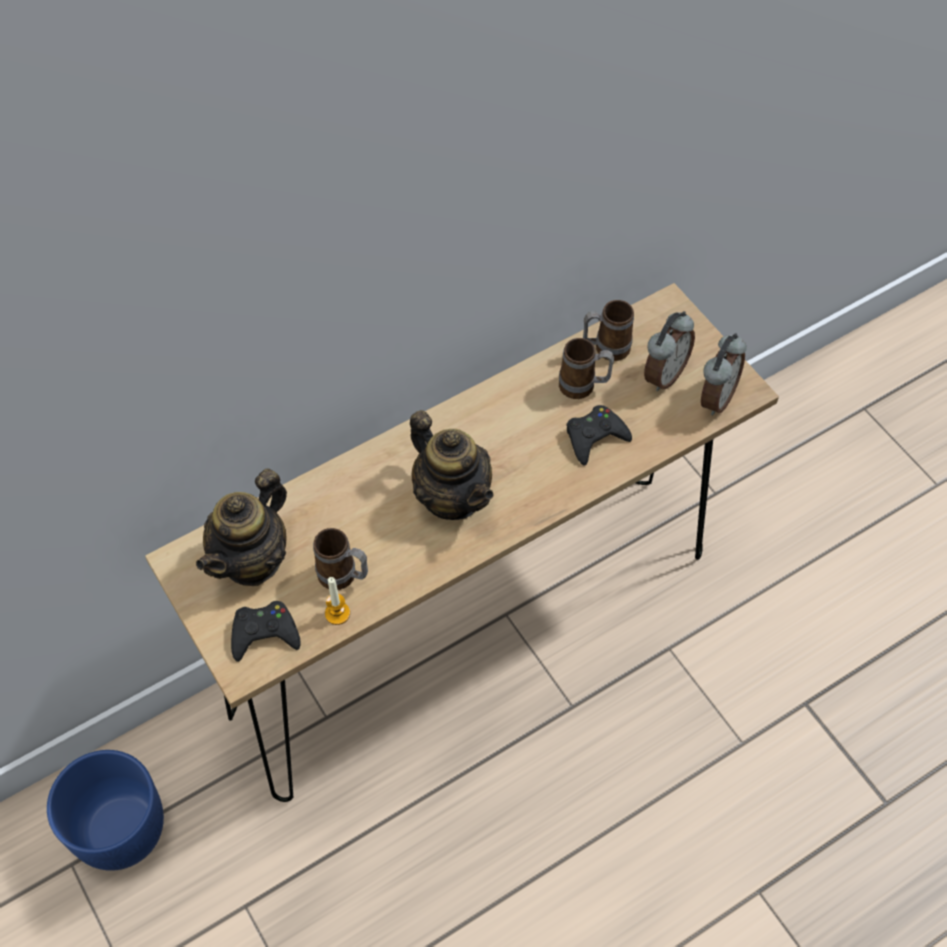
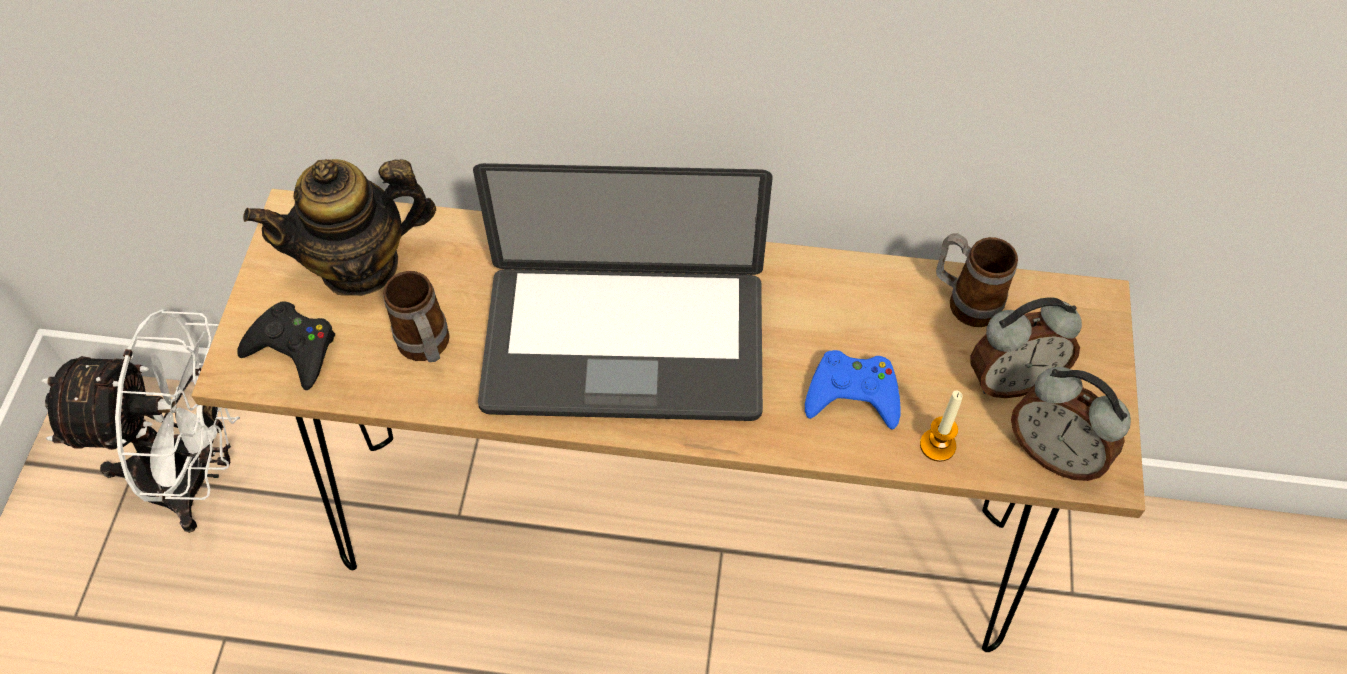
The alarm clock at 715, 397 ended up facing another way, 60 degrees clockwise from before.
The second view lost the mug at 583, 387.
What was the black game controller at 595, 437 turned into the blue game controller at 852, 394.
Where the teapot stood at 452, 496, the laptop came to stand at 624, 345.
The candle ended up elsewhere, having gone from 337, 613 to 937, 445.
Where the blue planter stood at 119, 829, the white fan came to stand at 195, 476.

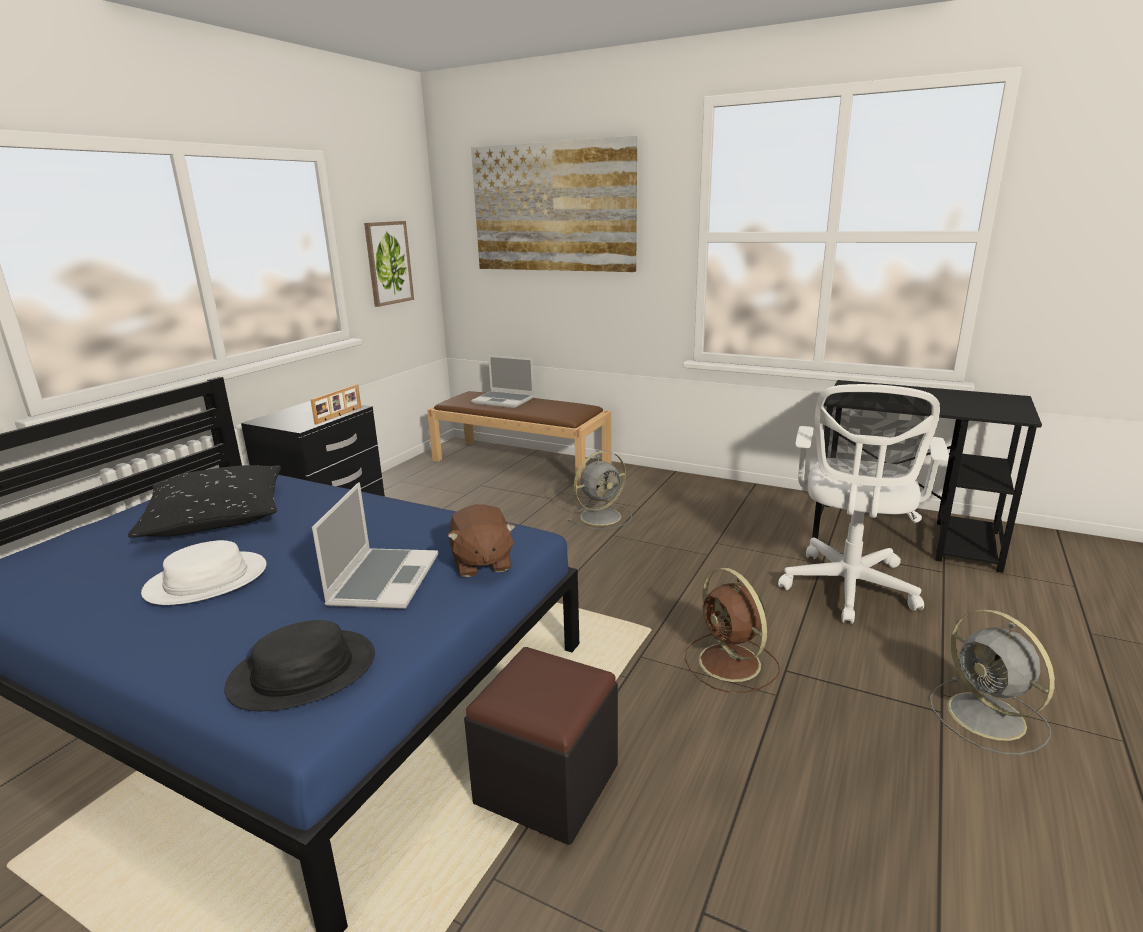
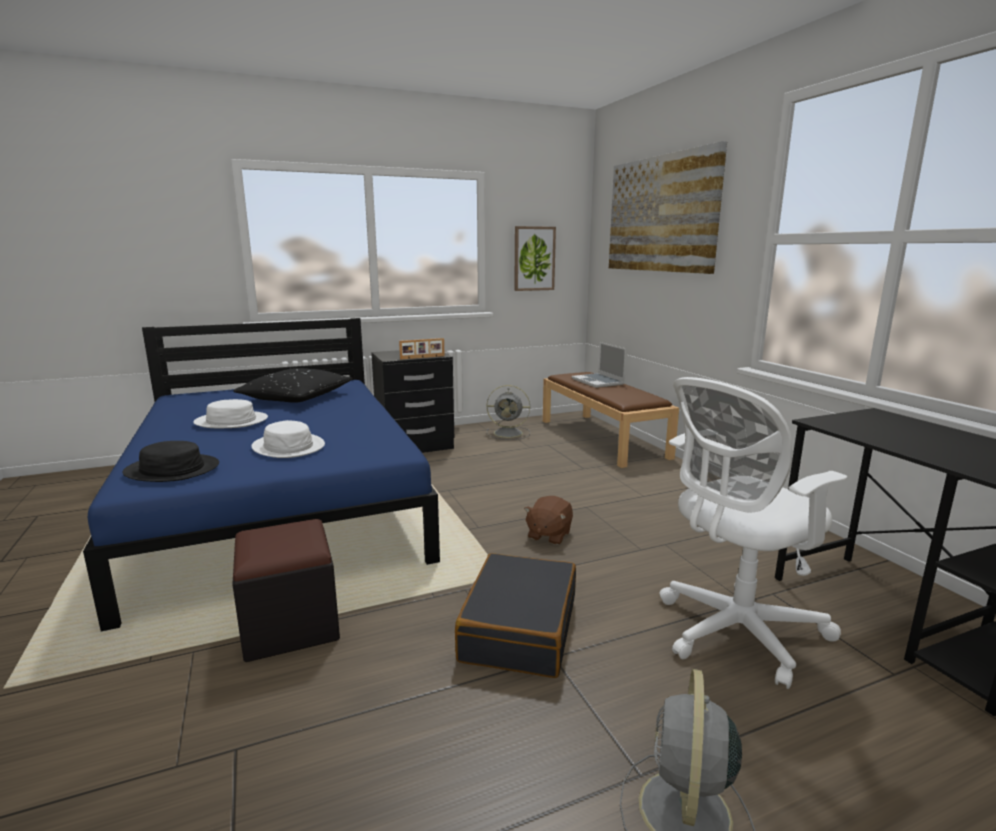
The grey fan ended up elsewhere, having gone from 602, 516 to 509, 433.
Where the laptop stood at 383, 579, the white hat came to stand at 289, 447.
The brown plush toy ended up elsewhere, having gone from 481, 563 to 548, 535.
Where the brown fan stood at 731, 664, the black suitcase came to stand at 518, 629.

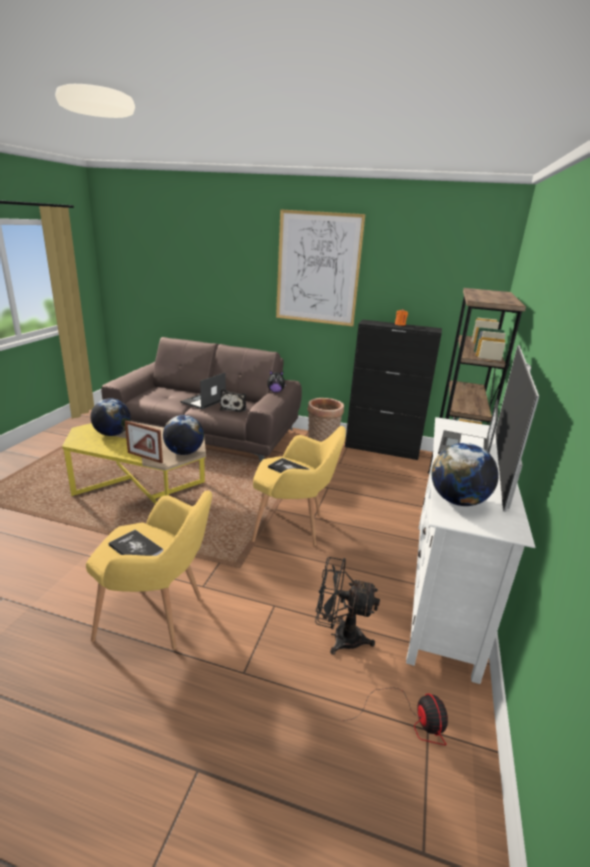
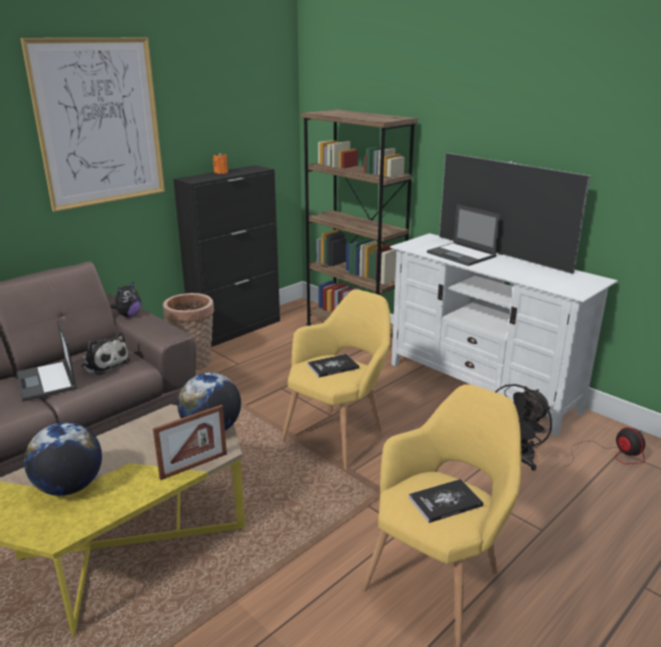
The second view lost the globe at 458, 501.
The fan at 410, 720 ended up facing another way, 45 degrees clockwise from before.

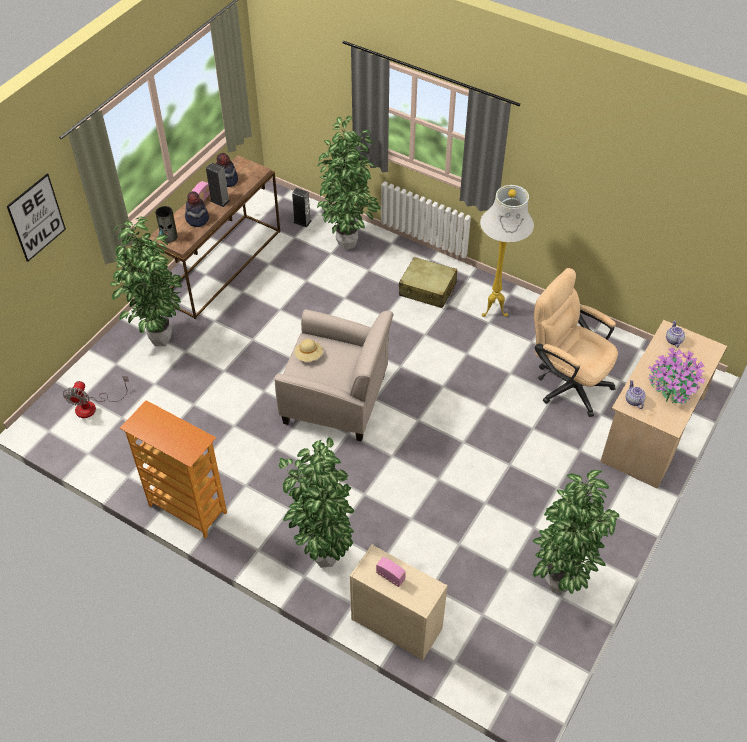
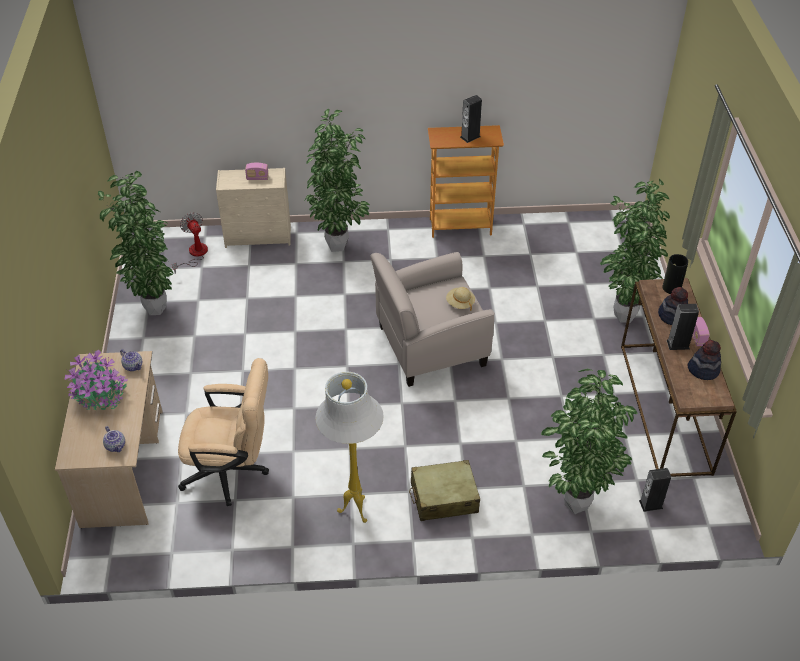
The second view lost the picture at 36, 217.
The fan ended up elsewhere, having gone from 93, 406 to 194, 254.
The second view gained the speaker at 470, 137.

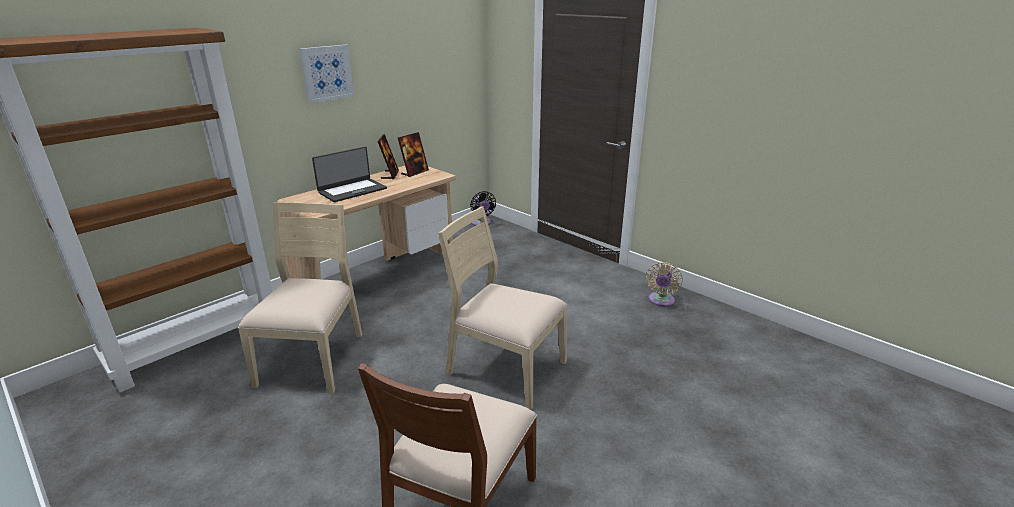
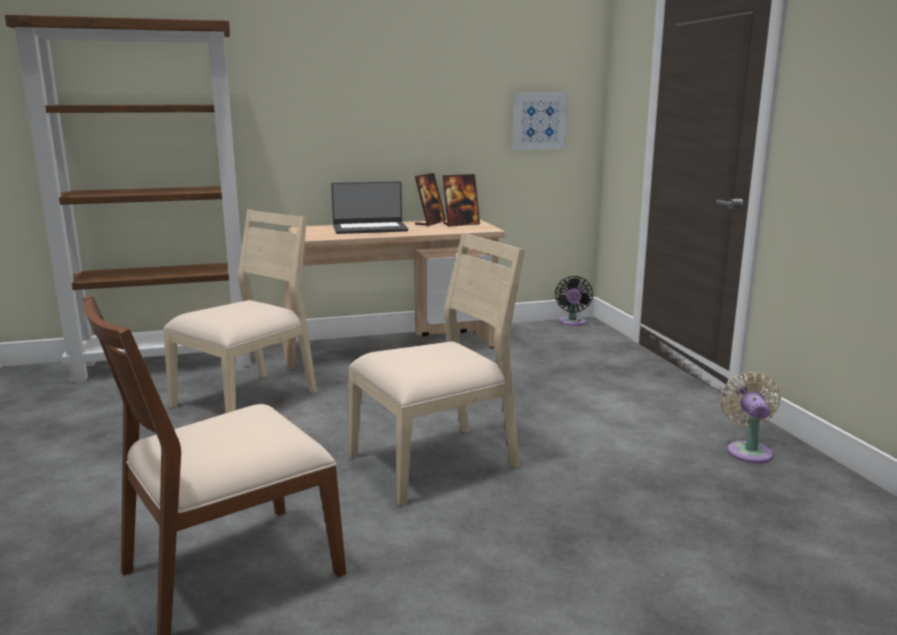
The picture ended up elsewhere, having gone from 327, 73 to 539, 121.
The beige chair at 505, 368 ended up facing another way, 90 degrees clockwise from before.
The beige fan at 661, 301 ended up facing another way, 135 degrees clockwise from before.

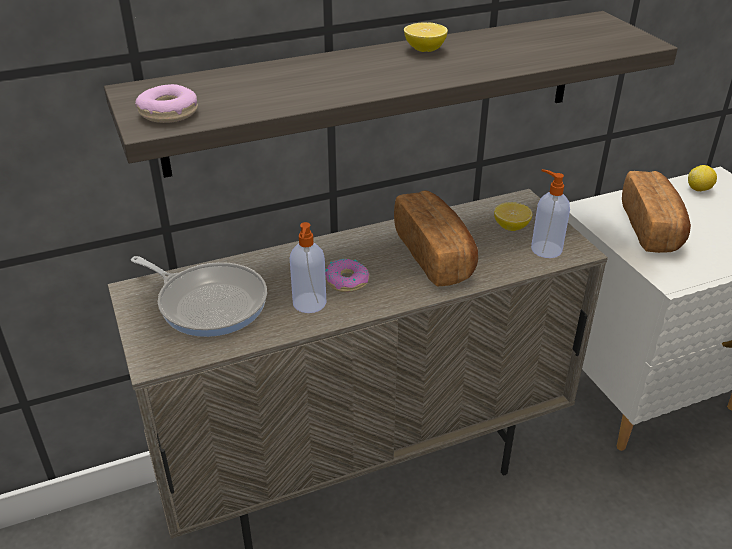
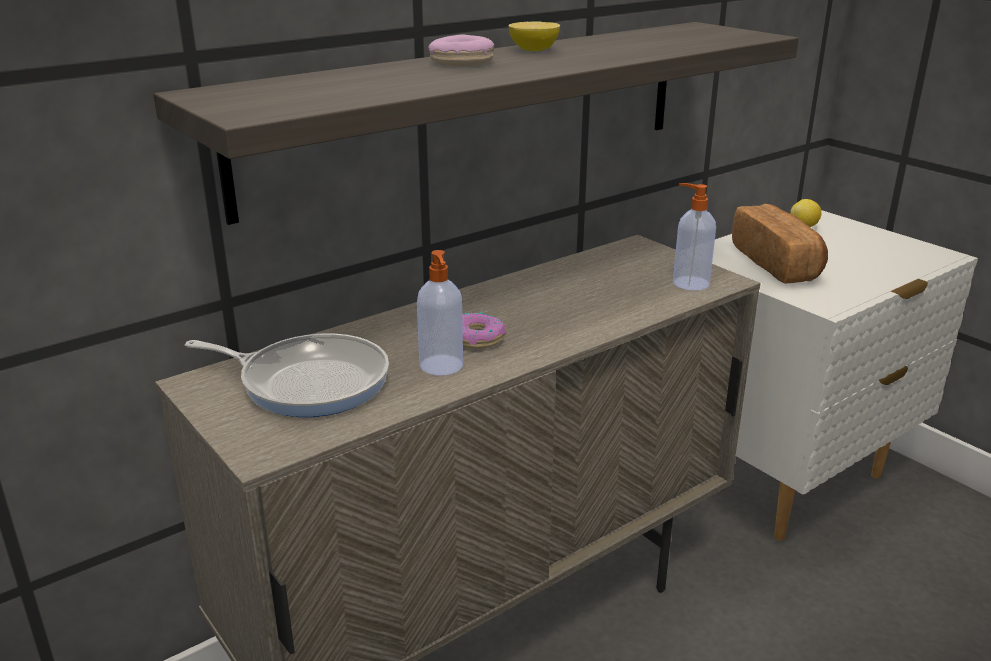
The donut ended up elsewhere, having gone from 168, 113 to 461, 62.
The second view lost the bread at 435, 255.
The second view lost the lemon at 511, 227.

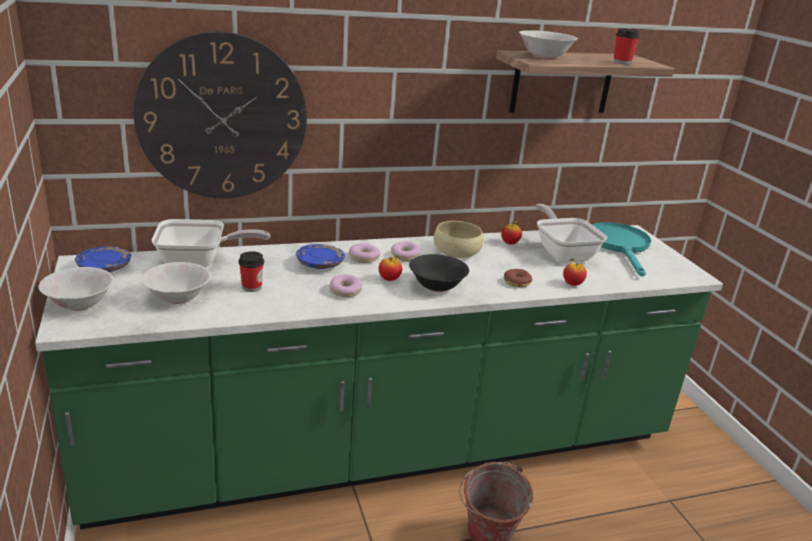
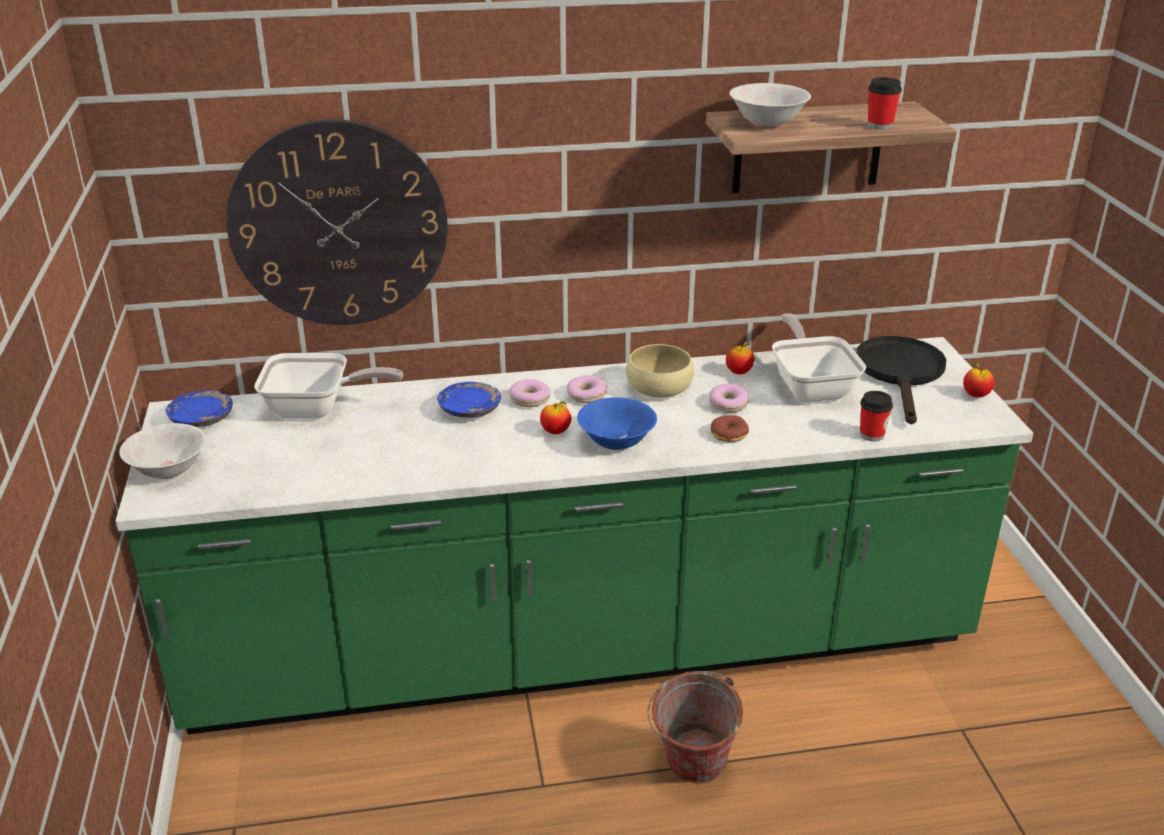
What was the turquoise frying pan at 620, 246 turned into the black frying pan at 901, 374.
The cup ended up elsewhere, having gone from 251, 287 to 871, 435.
What was the black bowl at 436, 286 turned into the blue bowl at 616, 442.
The apple ended up elsewhere, having gone from 572, 284 to 975, 395.
The second view lost the white bowl at 177, 297.
The donut ended up elsewhere, having gone from 345, 291 to 728, 404.

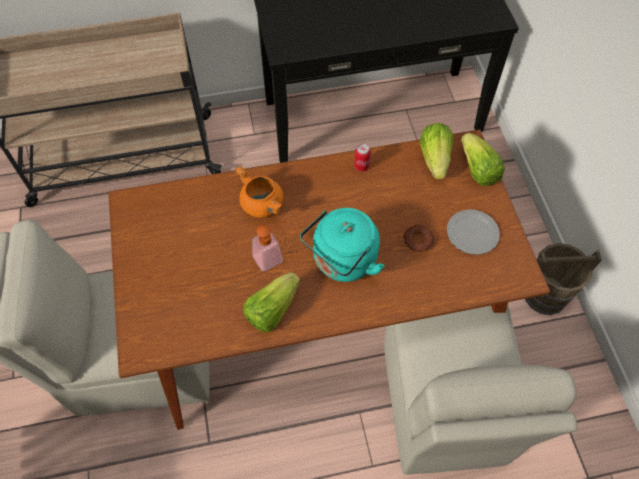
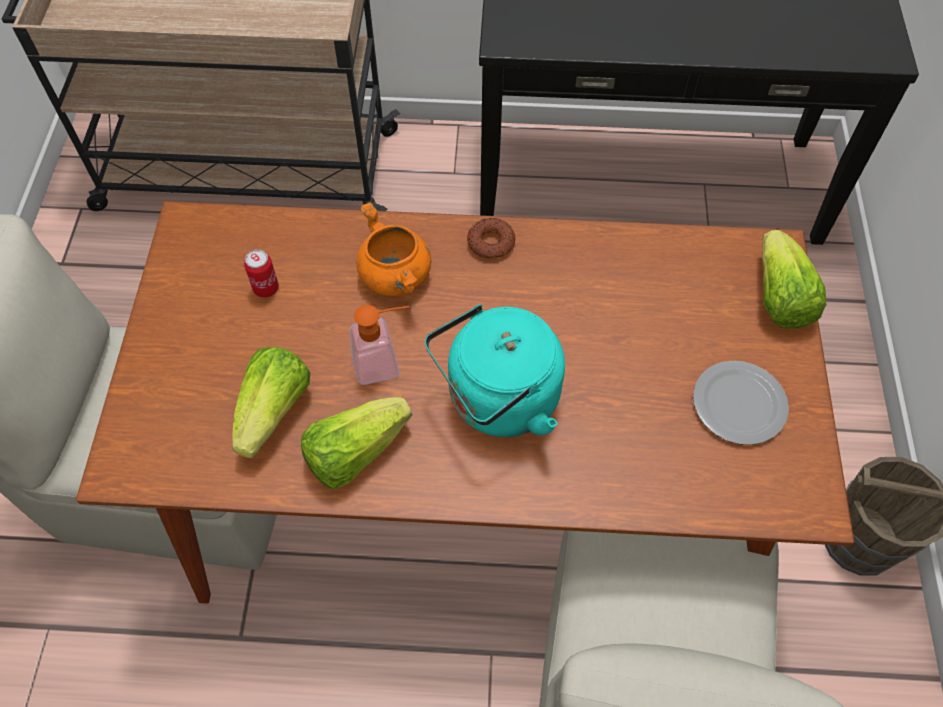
The lettuce ended up elsewhere, having gone from 435, 159 to 274, 411.
The can ended up elsewhere, having gone from 361, 166 to 266, 288.
The donut ended up elsewhere, having gone from 418, 240 to 490, 242.

